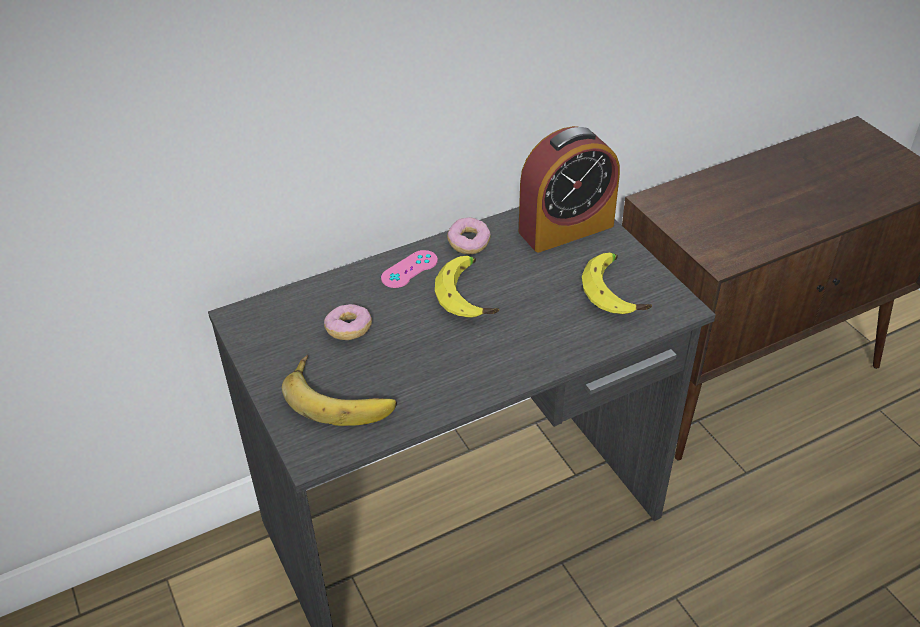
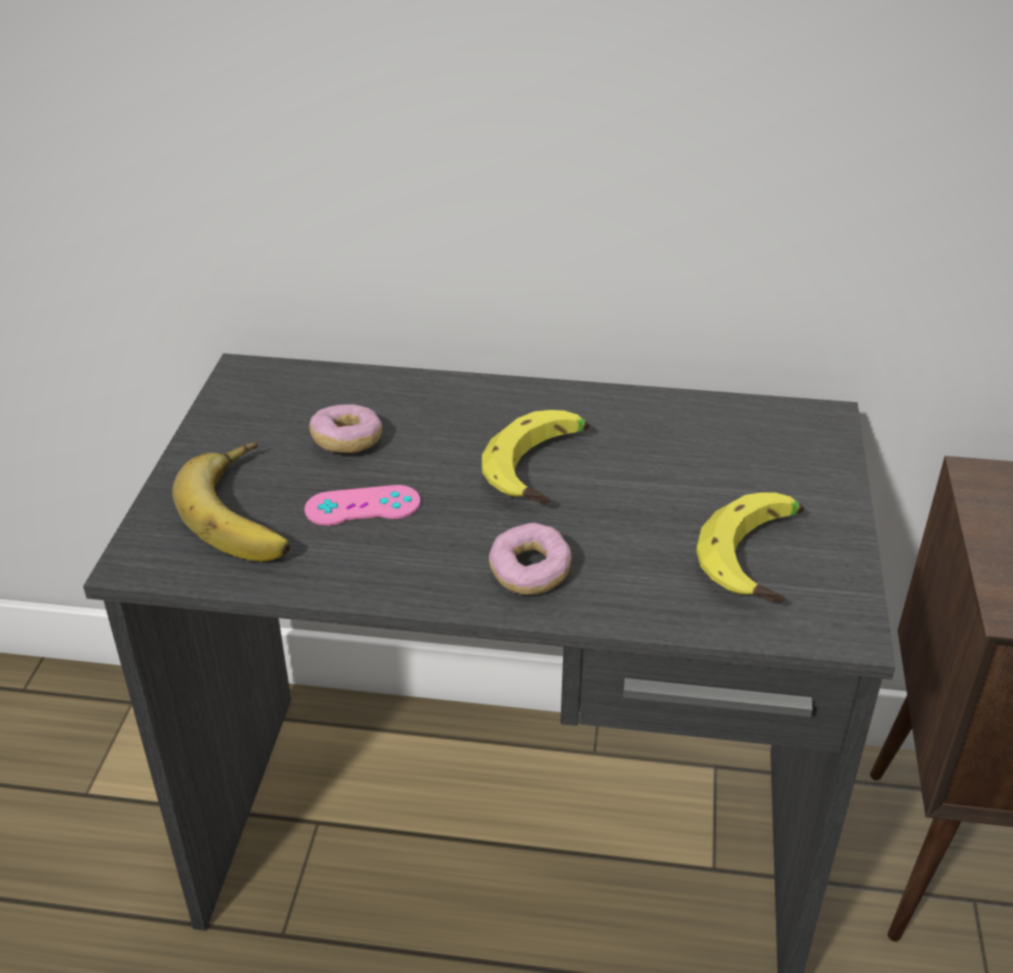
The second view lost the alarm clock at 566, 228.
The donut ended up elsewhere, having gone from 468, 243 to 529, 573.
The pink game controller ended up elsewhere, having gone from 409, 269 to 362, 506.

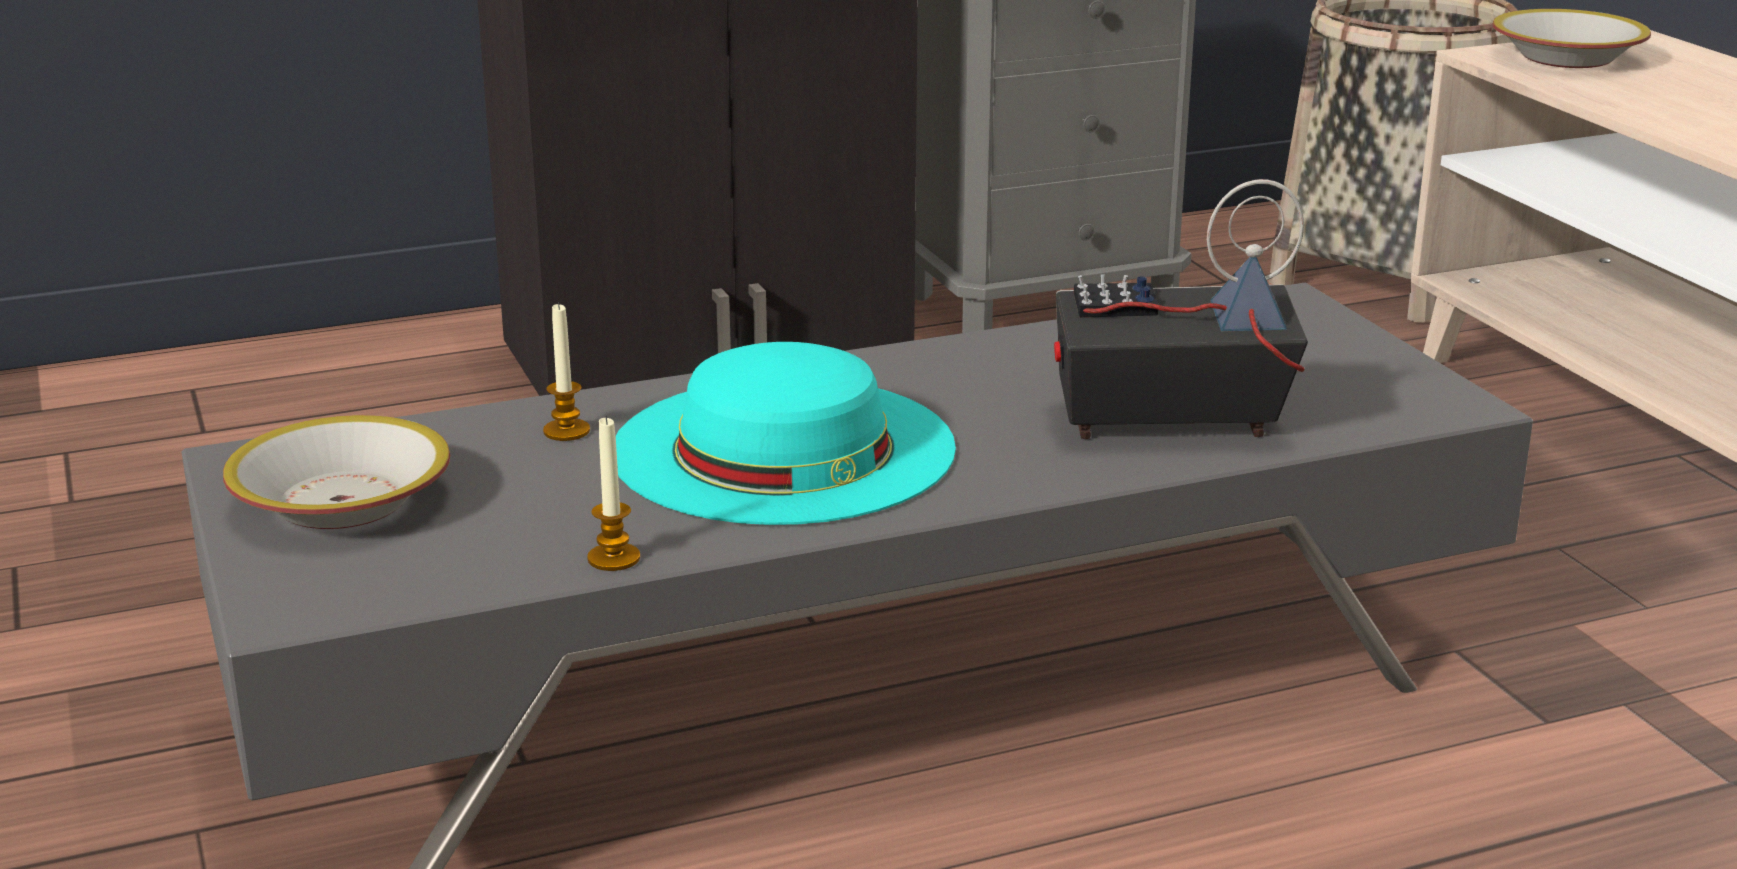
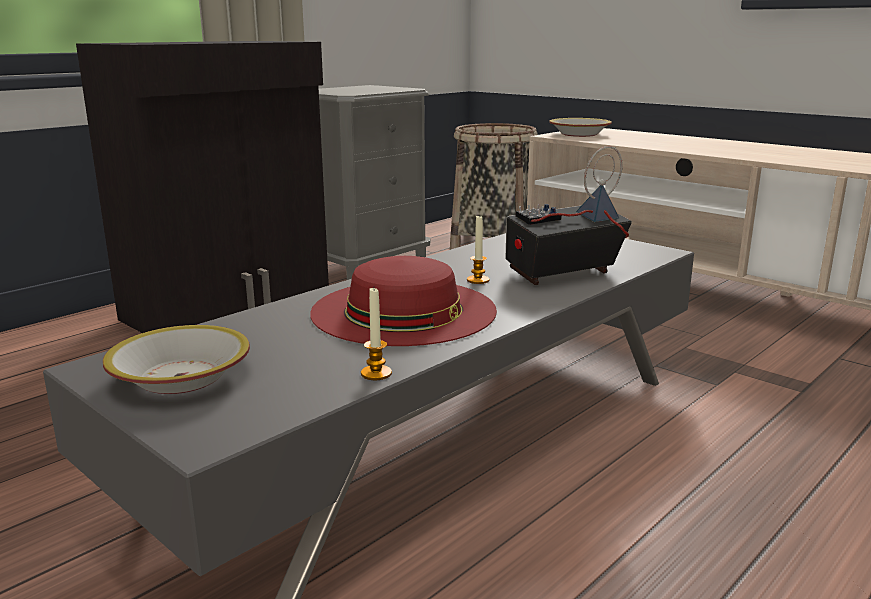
The candle ended up elsewhere, having gone from 566, 431 to 478, 280.
What was the turquoise hat at 784, 449 turned into the red hat at 404, 311.

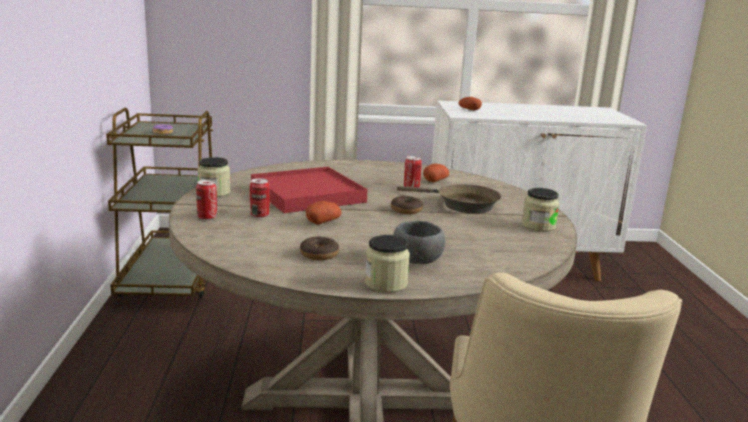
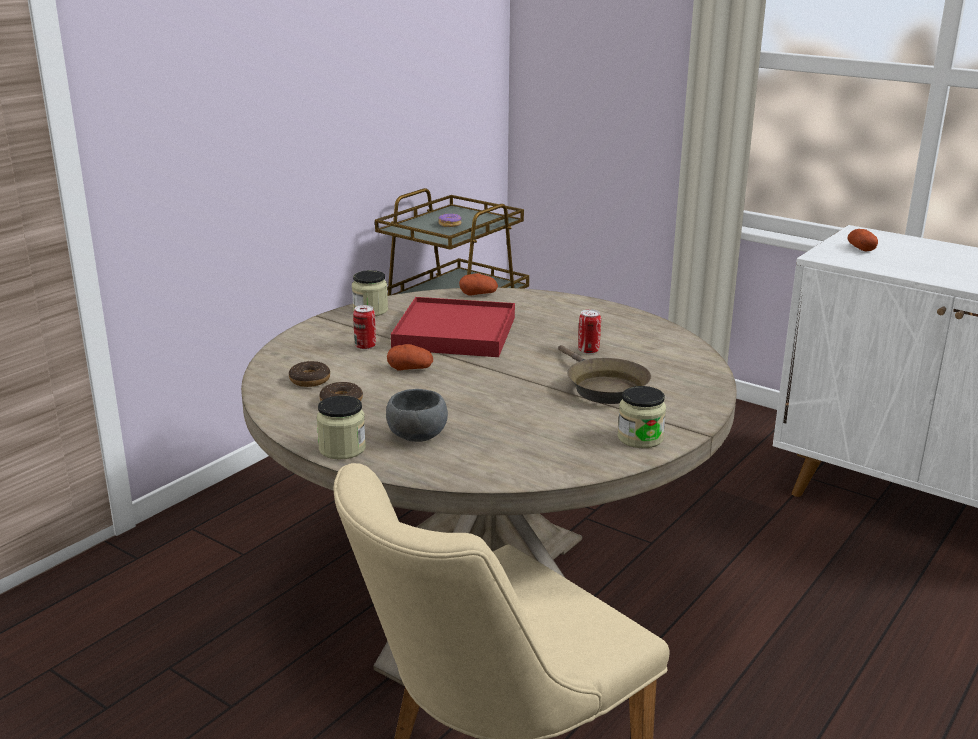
The potato ended up elsewhere, having gone from 435, 180 to 478, 294.
The second view lost the can at 207, 217.
The donut ended up elsewhere, having gone from 406, 210 to 310, 380.

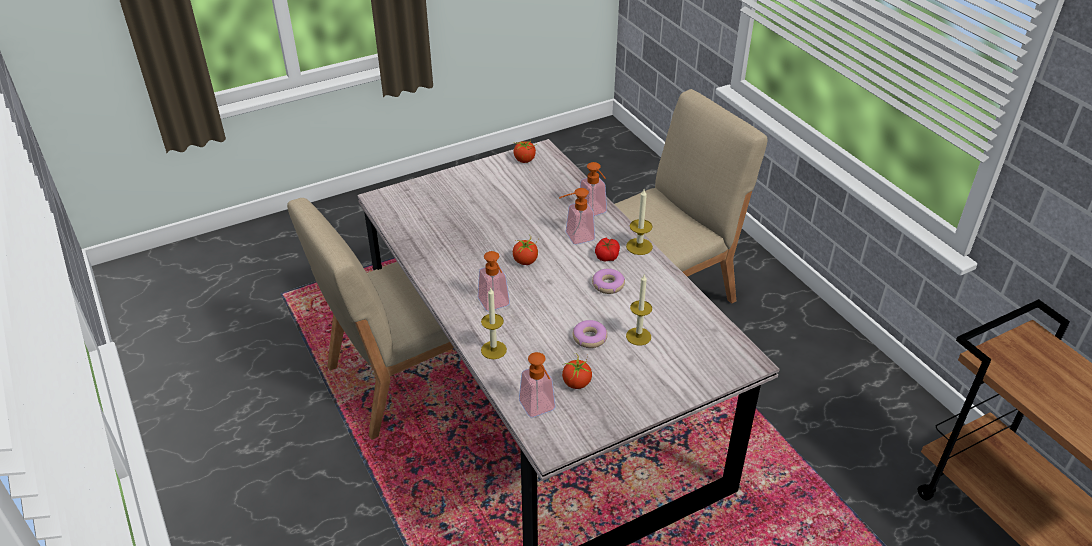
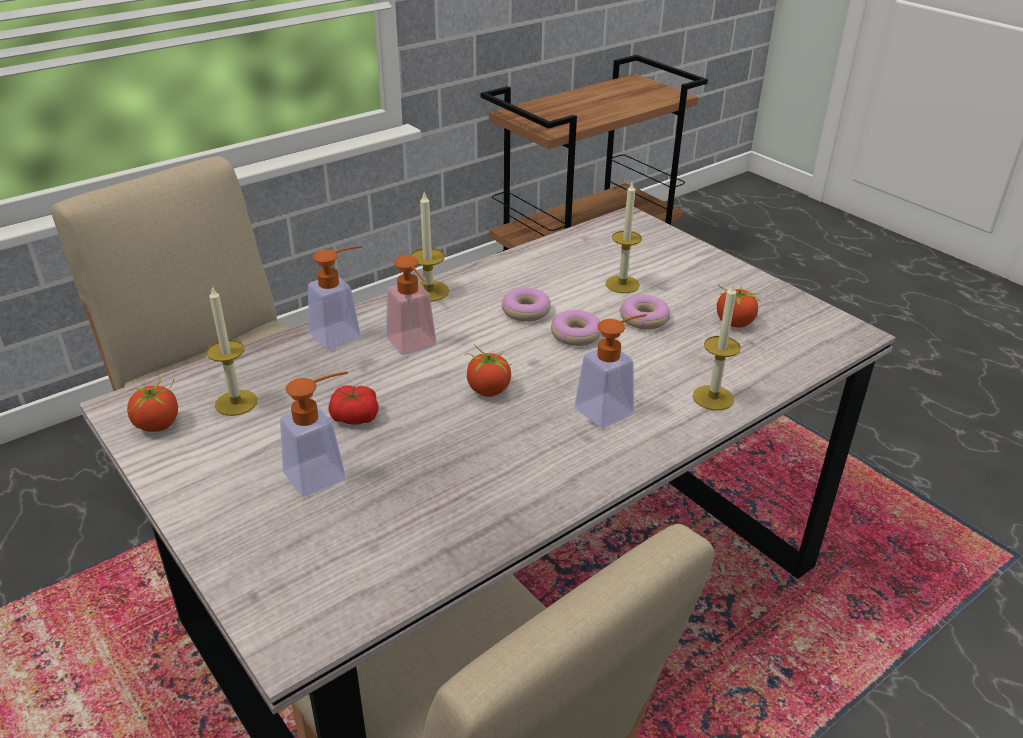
The tomato ended up elsewhere, having gone from 607, 255 to 355, 416.
The soap dispenser ended up elsewhere, having gone from 540, 409 to 325, 472.
The second view gained the candle at 236, 403.
The second view gained the donut at 576, 334.

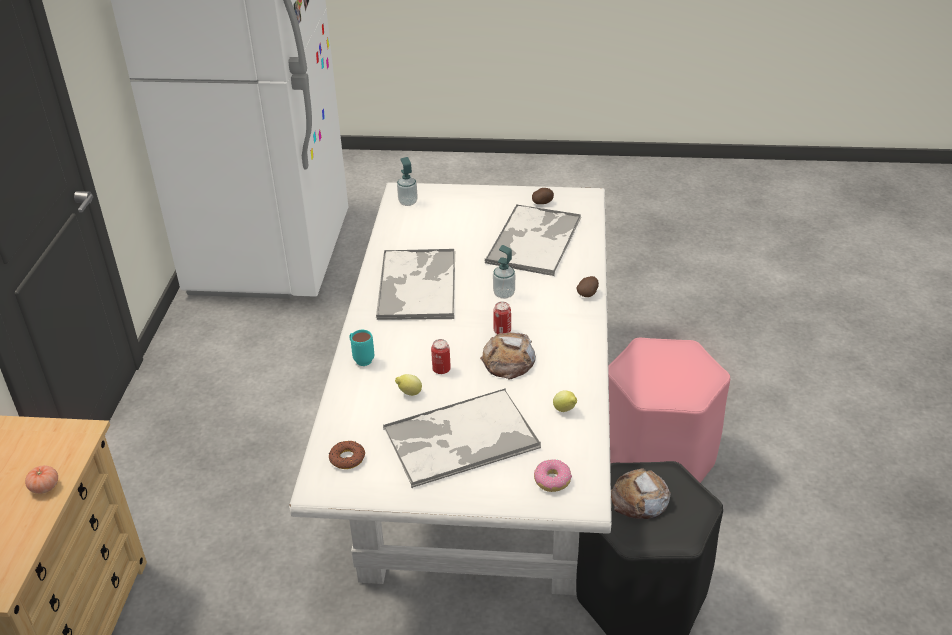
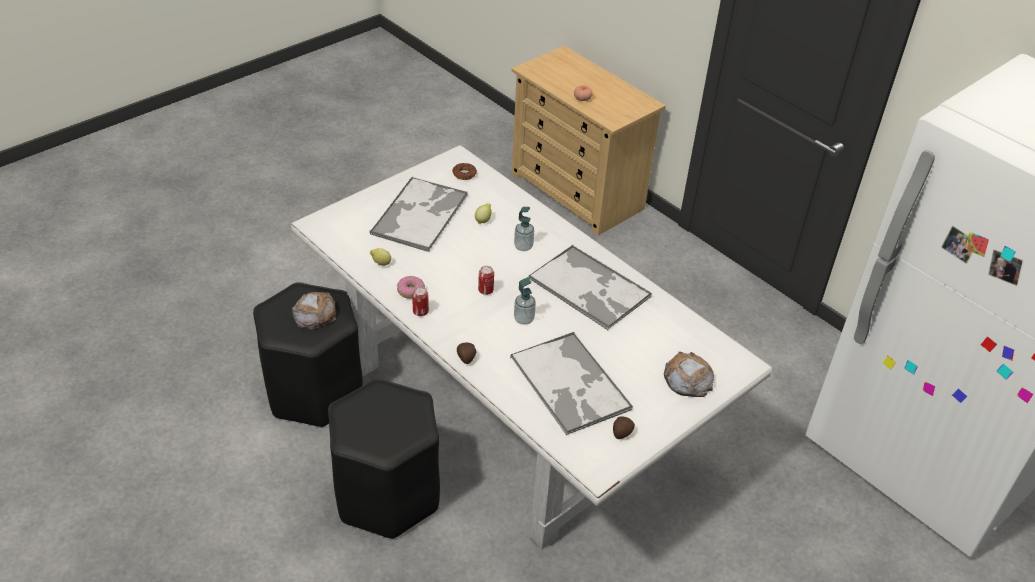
The soap dispenser ended up elsewhere, having gone from 408, 202 to 523, 246.
The second view lost the turquoise mug at 361, 359.
The bread ended up elsewhere, having gone from 508, 361 to 687, 379.
What was the pink stool at 657, 461 turned into the black stool at 386, 494.
The can ended up elsewhere, having gone from 441, 369 to 420, 312.
The donut ended up elsewhere, having gone from 552, 480 to 411, 291.

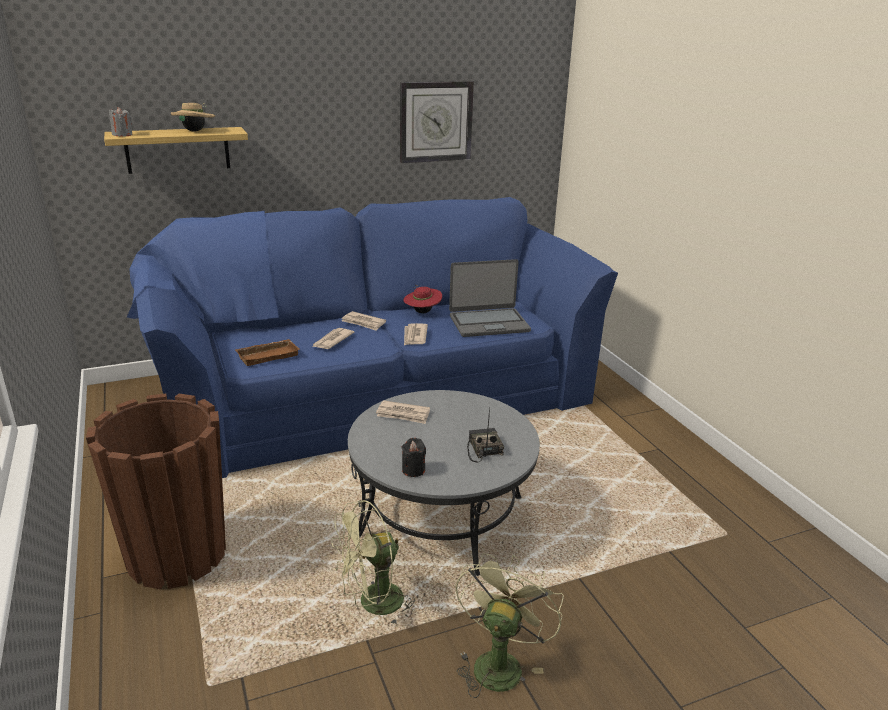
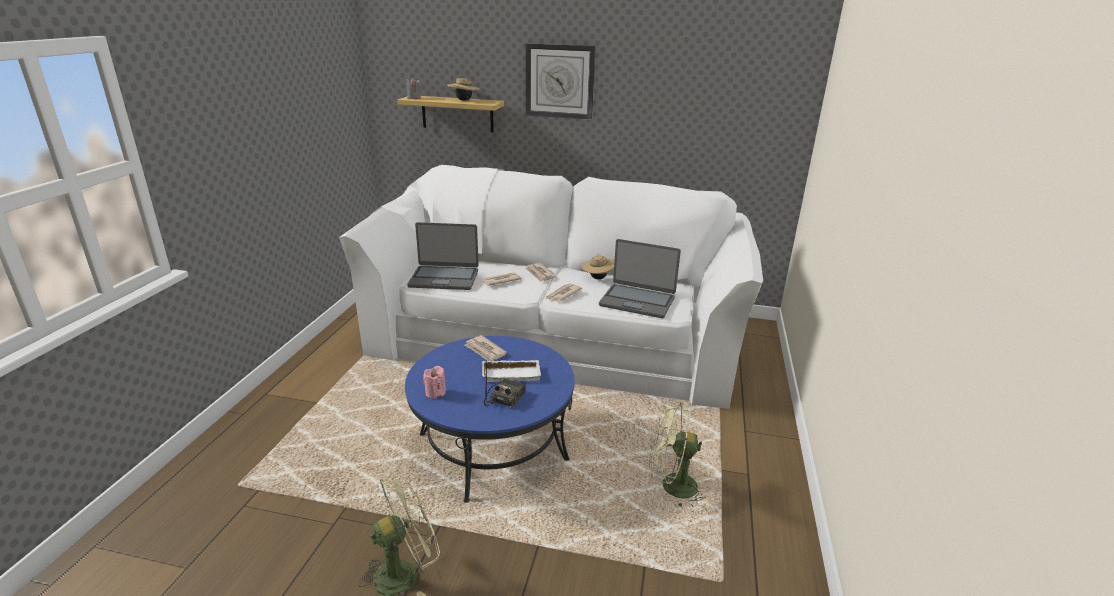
The wall clock ended up elsewhere, having gone from 435, 121 to 560, 81.
What was the blue sofa at 373, 392 turned into the white sofa at 554, 336.
What was the red hat at 422, 312 turned into the beige hat at 598, 278.
Where the brown tray stood at 268, 355, the laptop came to stand at 444, 278.
What was the grey coffee table at 441, 516 turned into the blue coffee table at 493, 447.
The second view lost the brown planter at 177, 554.
What was the black candle at 413, 470 turned into the pink candle at 435, 393.
The green fan ended up elsewhere, having gone from 373, 605 to 671, 487.
The second view gained the white tray at 512, 373.

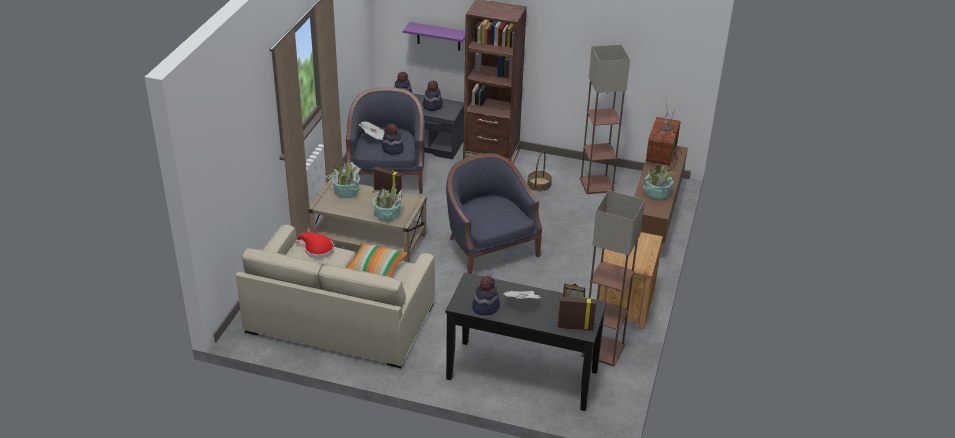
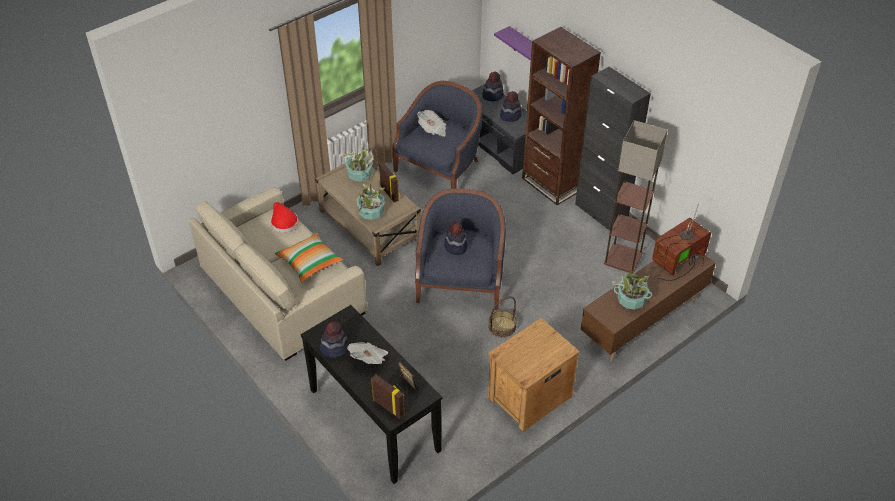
The hat ended up elsewhere, having gone from 392, 149 to 455, 246.
The basket ended up elsewhere, having gone from 539, 184 to 502, 327.
The second view lost the floor lamp at 602, 350.
The second view gained the black cabinet at 601, 213.

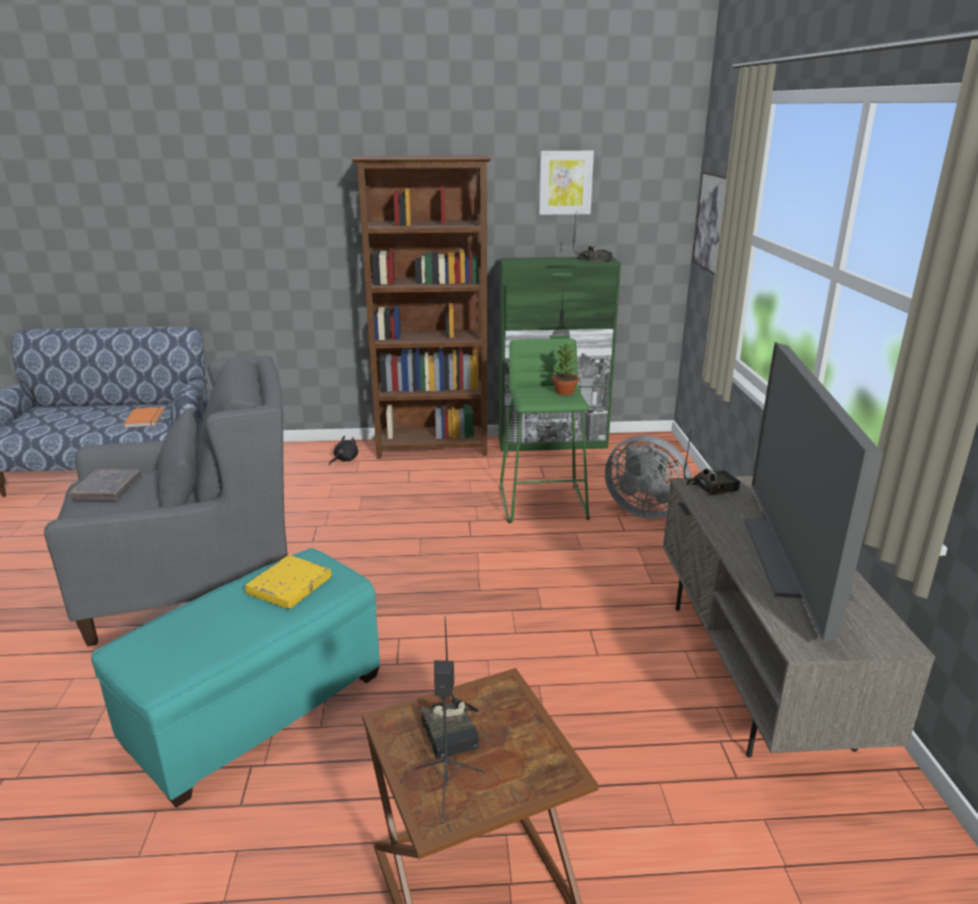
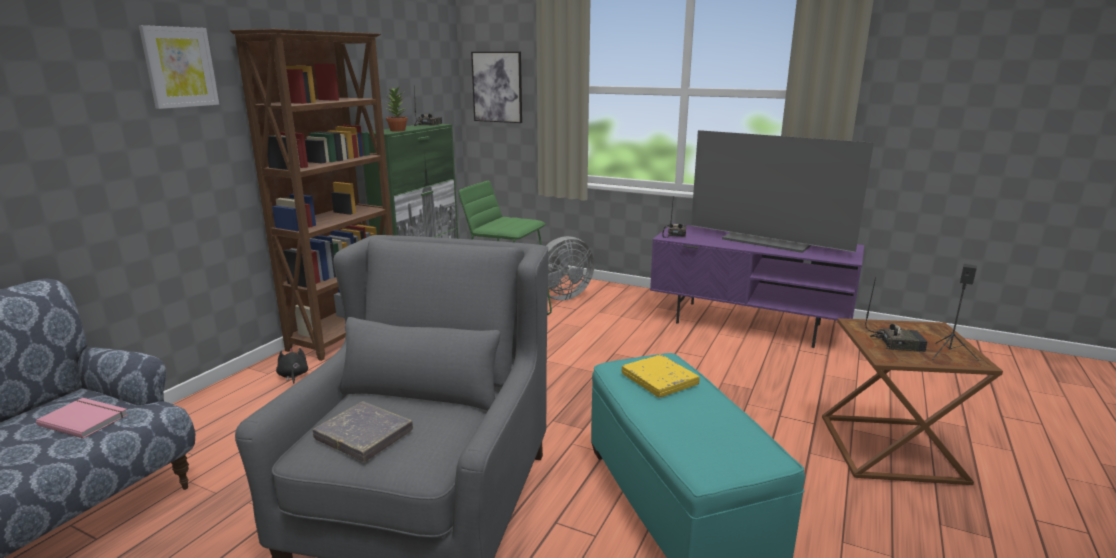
The picture ended up elsewhere, having gone from 565, 182 to 179, 67.
The potted plant ended up elsewhere, having gone from 564, 392 to 397, 130.
What was the orange book at 146, 419 turned into the pink book at 85, 419.
What was the grey tv stand at 757, 672 turned into the purple tv stand at 749, 323.

